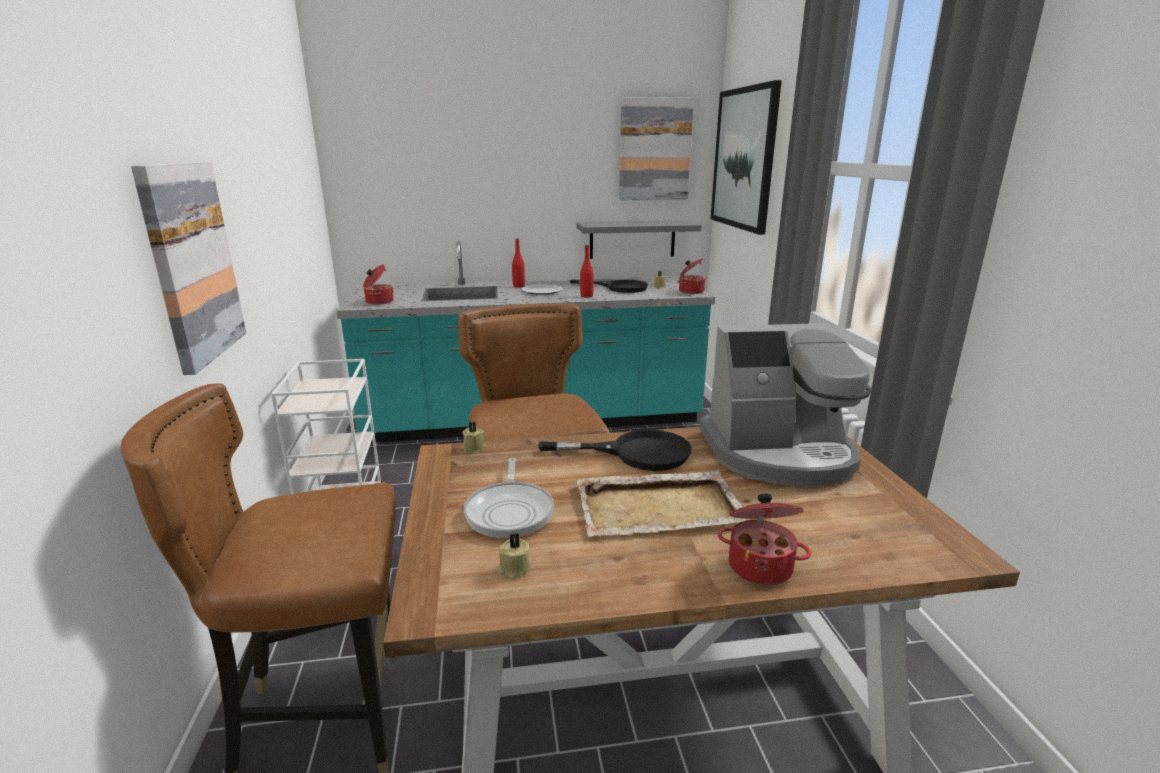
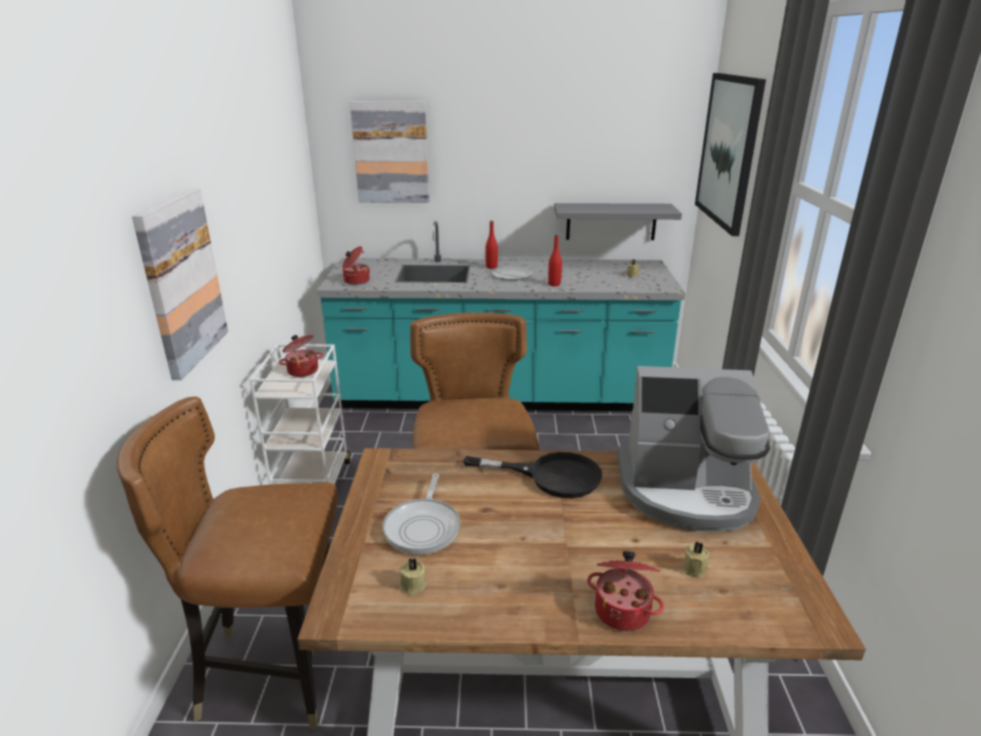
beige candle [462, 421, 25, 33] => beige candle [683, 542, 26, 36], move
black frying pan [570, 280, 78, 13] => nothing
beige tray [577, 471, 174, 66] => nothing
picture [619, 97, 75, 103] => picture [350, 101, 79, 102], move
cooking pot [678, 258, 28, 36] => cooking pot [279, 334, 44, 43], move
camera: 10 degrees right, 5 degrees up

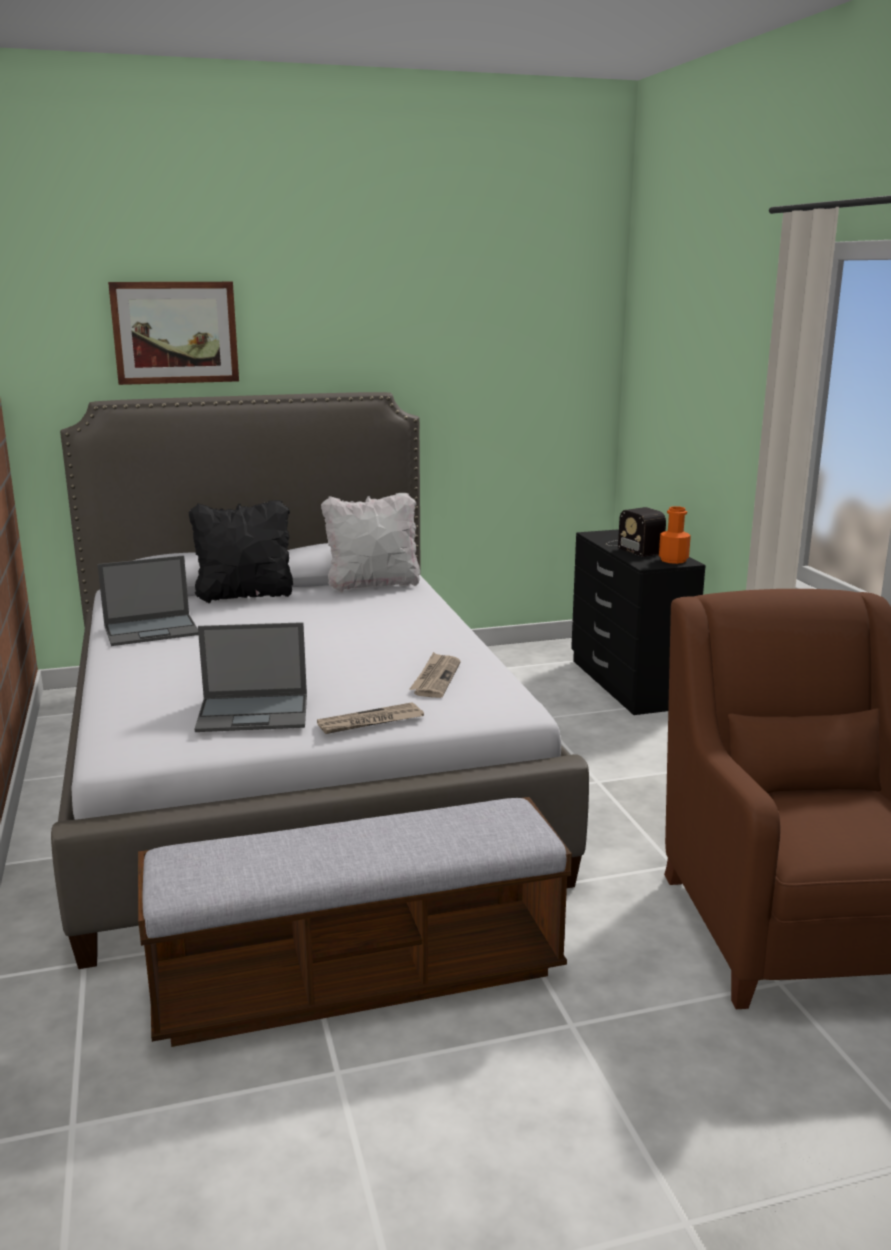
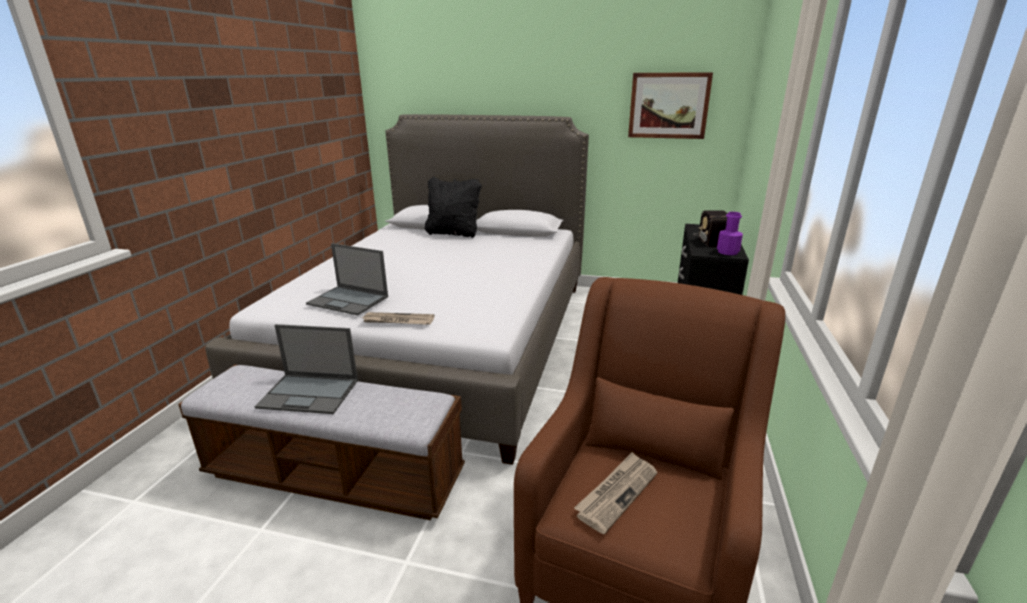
laptop [97, 555, 101, 91] => laptop [255, 324, 103, 90], move
picture [108, 282, 131, 103] => picture [628, 72, 85, 67], move
white pillow [321, 493, 99, 100] => nothing
newspaper [409, 652, 51, 46] => newspaper [574, 452, 84, 82], move
orange bottle [659, 506, 32, 58] => purple bottle [717, 212, 26, 43]
camera: 30 degrees right, 5 degrees up

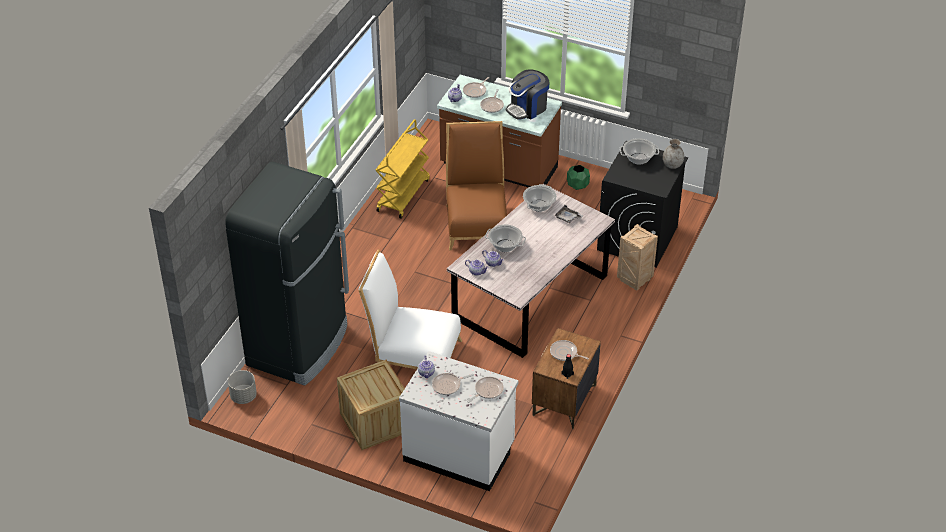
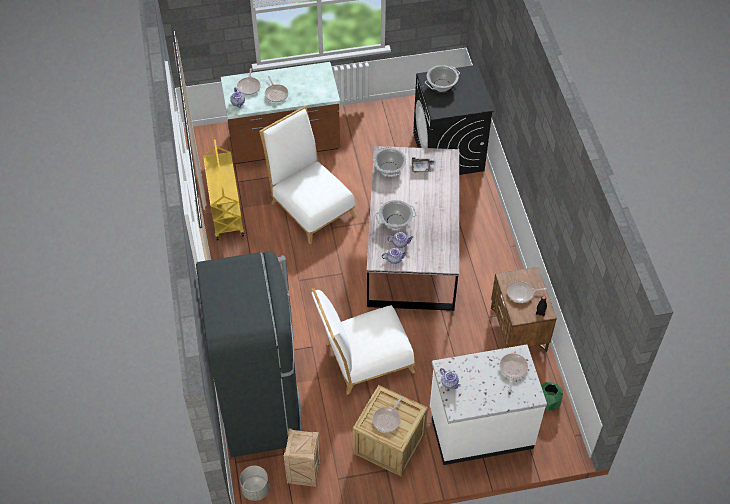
frying pan [432, 373, 42, 22] => frying pan [372, 397, 30, 36], move
brown chair [446, 121, 61, 129] => white chair [259, 106, 97, 138]
coffee machine [506, 69, 44, 51] => nothing
green planter [567, 165, 23, 25] => green planter [541, 382, 22, 29], move
crate [617, 224, 41, 67] => crate [284, 428, 37, 59], move
grey vase [663, 139, 21, 30] => nothing
camera: 35 degrees left, 10 degrees up

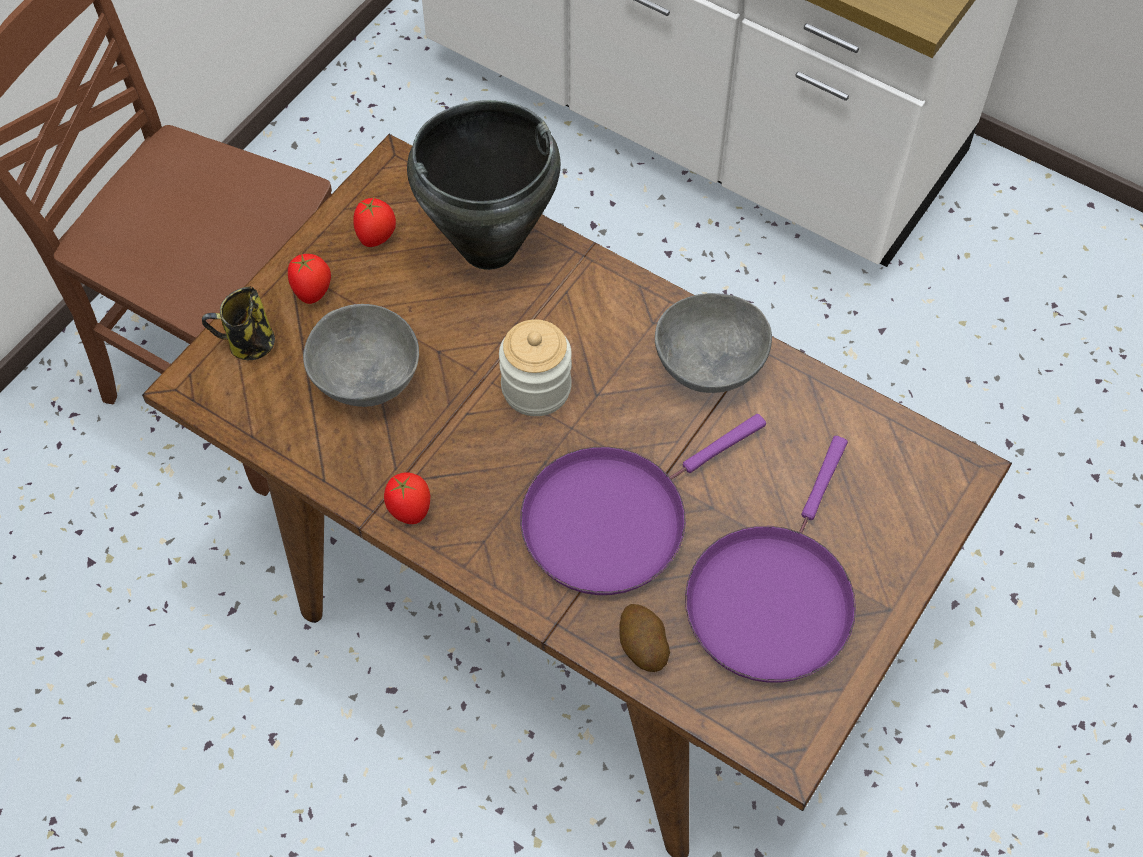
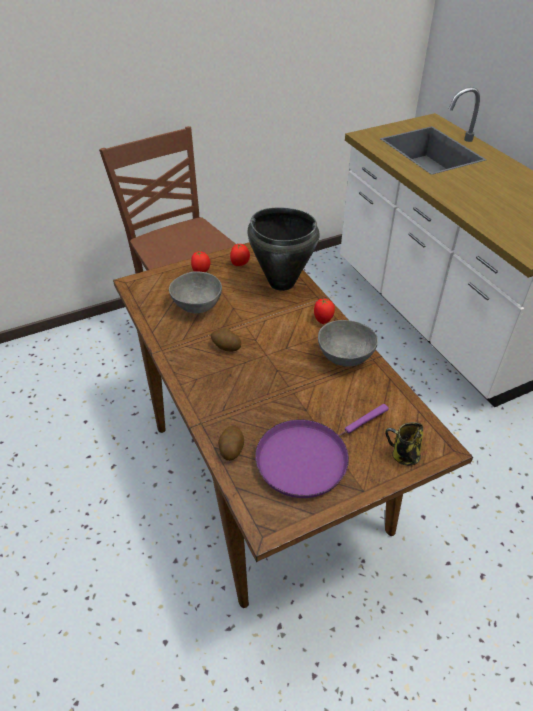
mug [202, 286, 73, 74] => mug [385, 422, 38, 44], move
tomato [384, 473, 46, 51] => tomato [314, 298, 21, 26], move
jar [499, 319, 73, 97] => nothing
purple frying pan [520, 414, 246, 181] => nothing
nothing => potato [211, 328, 30, 24]
camera: 30 degrees right, 15 degrees down

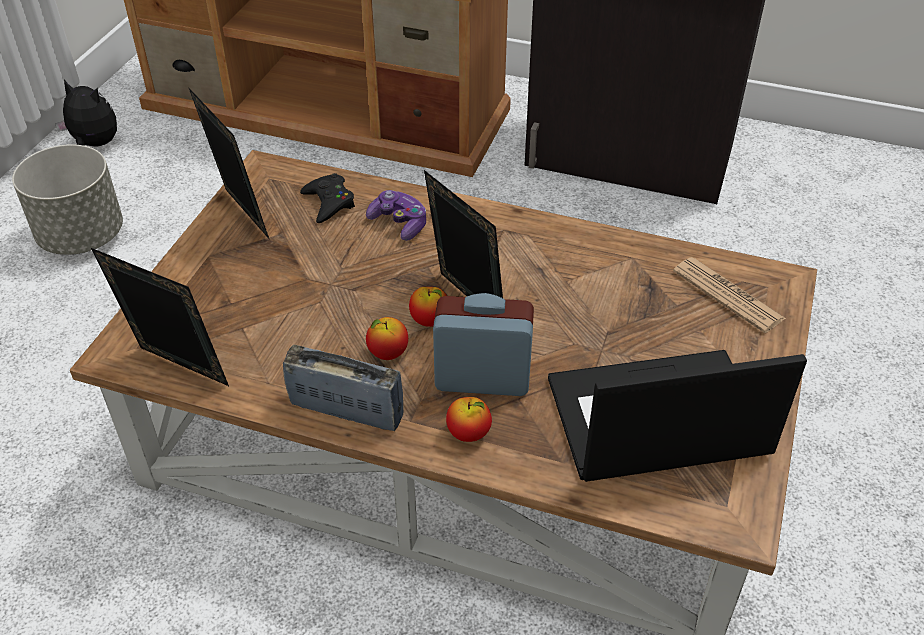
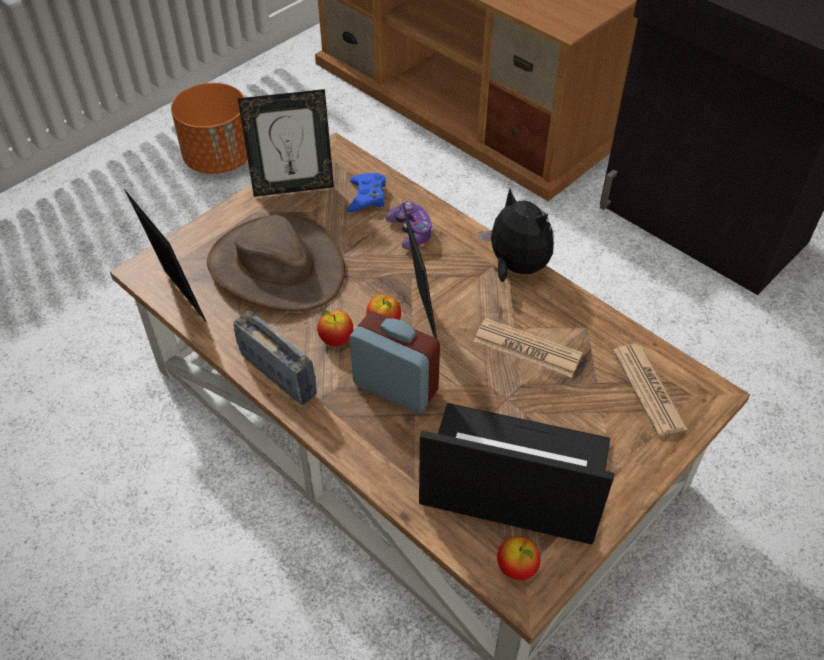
grey planter [12, 144, 111, 111] => orange planter [171, 83, 77, 91]
plush toy [55, 80, 62, 67] => plush toy [479, 189, 75, 93], move
picture frame [188, 87, 81, 152] => picture frame [238, 89, 96, 108], 90 degrees clockwise
black game controller [300, 173, 55, 50] => blue game controller [347, 173, 39, 39]
apple [446, 397, 46, 45] => apple [497, 536, 43, 44], move
nothing => brown hat [207, 214, 138, 98]
nothing => newspaper [474, 318, 109, 60]
camera: 25 degrees right, 5 degrees up

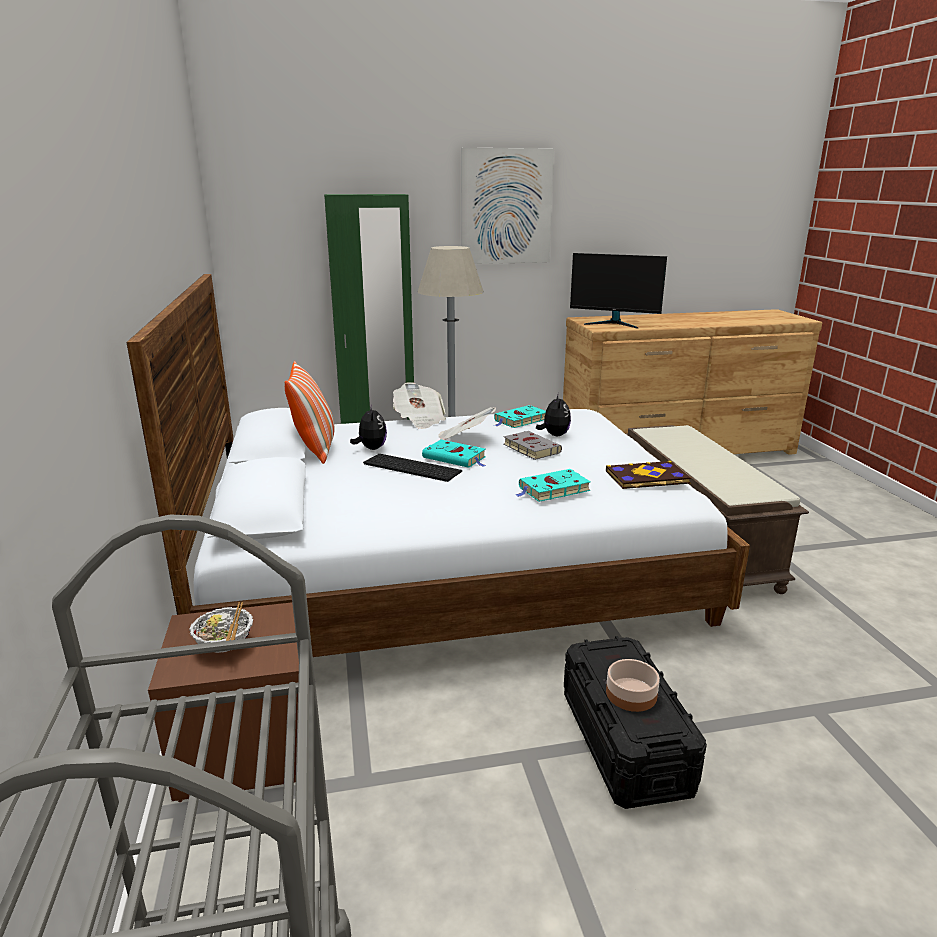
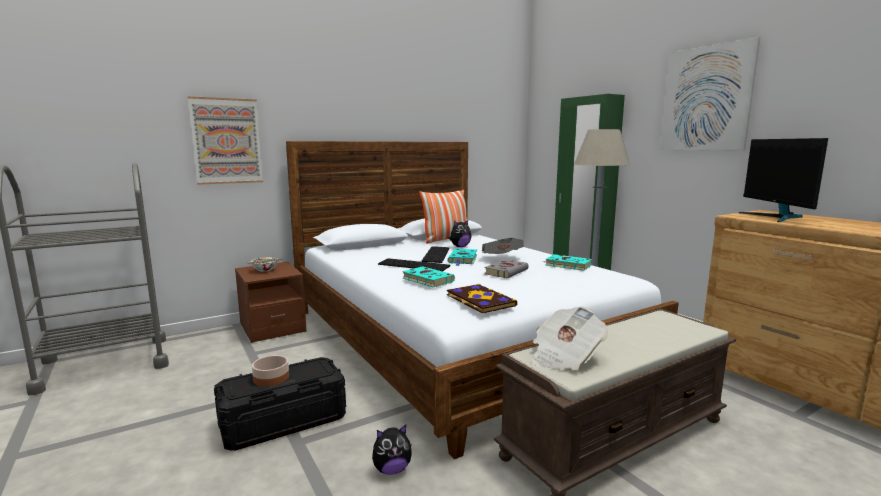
newspaper [393, 382, 53, 47] => newspaper [531, 307, 77, 63], move
plush toy [536, 393, 35, 43] => plush toy [372, 425, 40, 50], move
nothing => picture [188, 96, 75, 89]
nothing => keyboard [378, 258, 72, 13]
camera: 70 degrees right, 10 degrees down

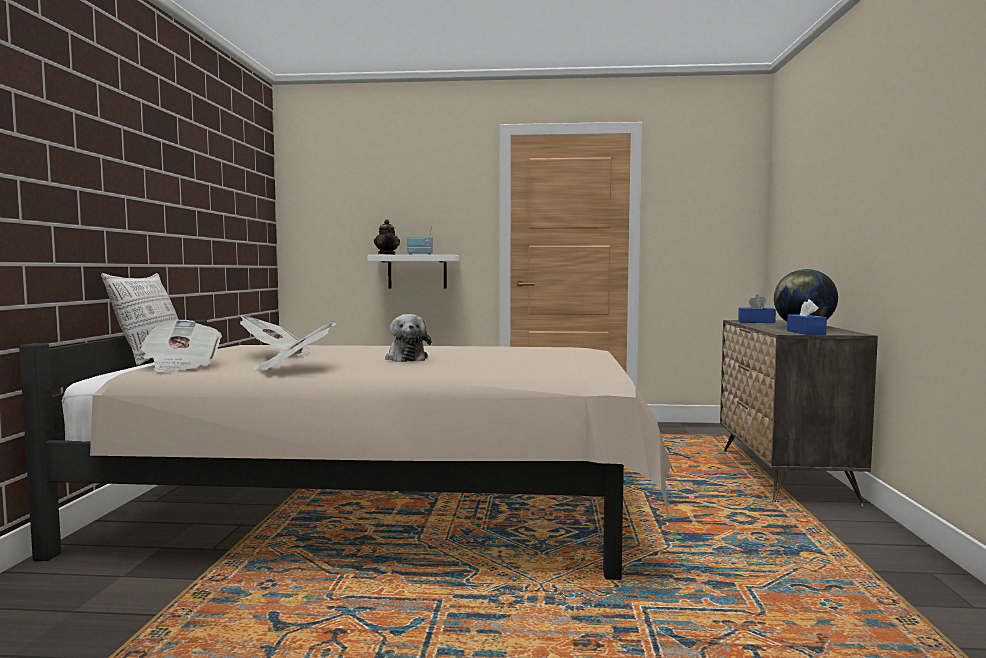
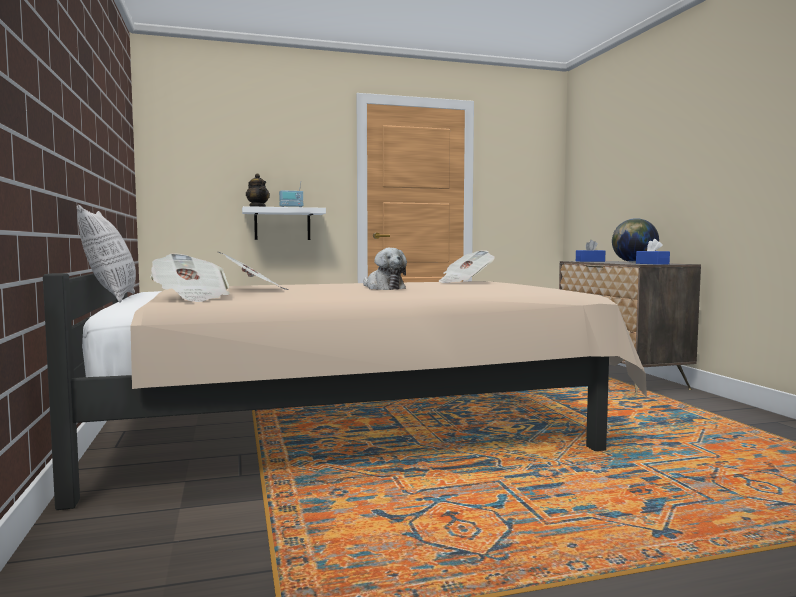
newspaper [252, 322, 84, 49] => newspaper [439, 250, 56, 33], move
camera: 20 degrees left, 0 degrees up

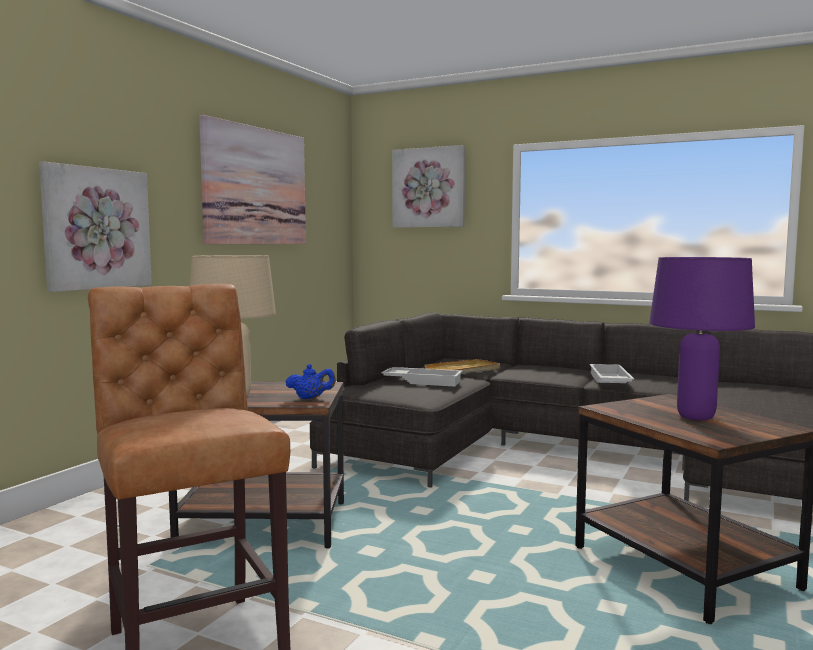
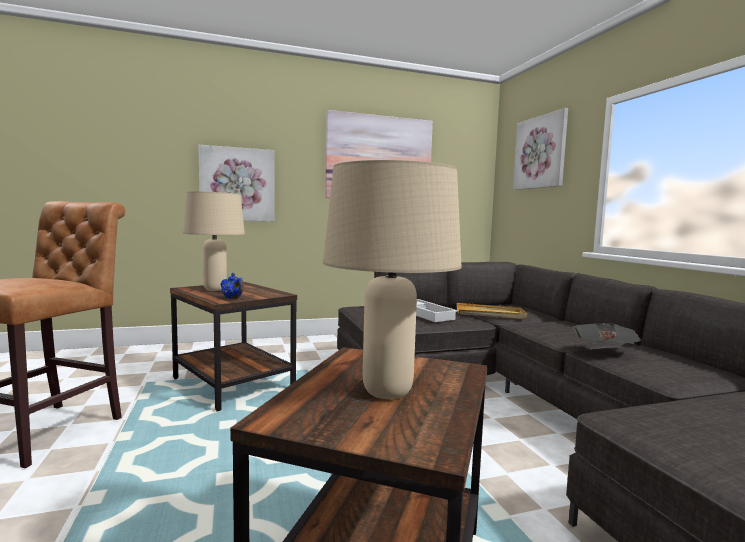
white tray [590, 364, 44, 19] => newspaper [572, 323, 69, 23]
purple table lamp [649, 257, 106, 163] => beige table lamp [323, 160, 139, 239]
camera: 45 degrees right, 0 degrees up

